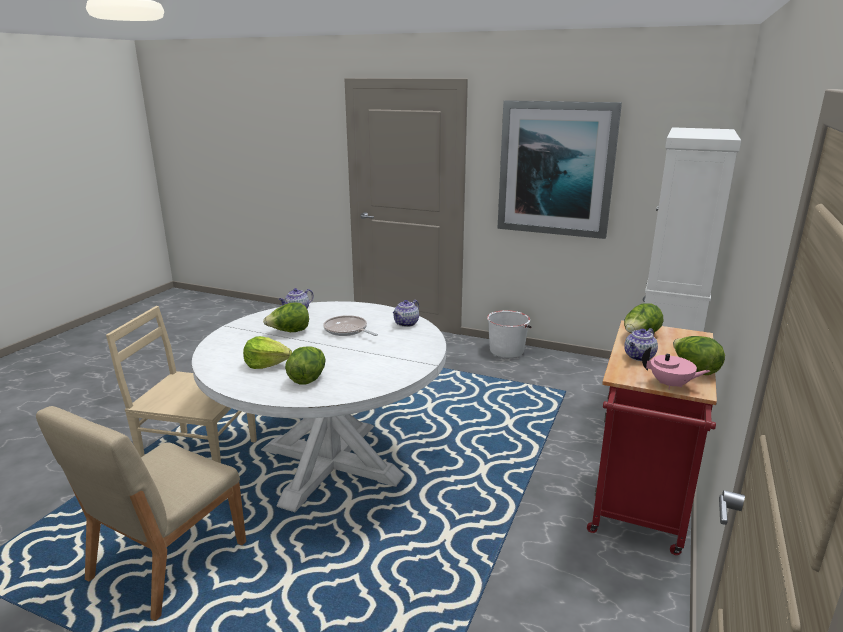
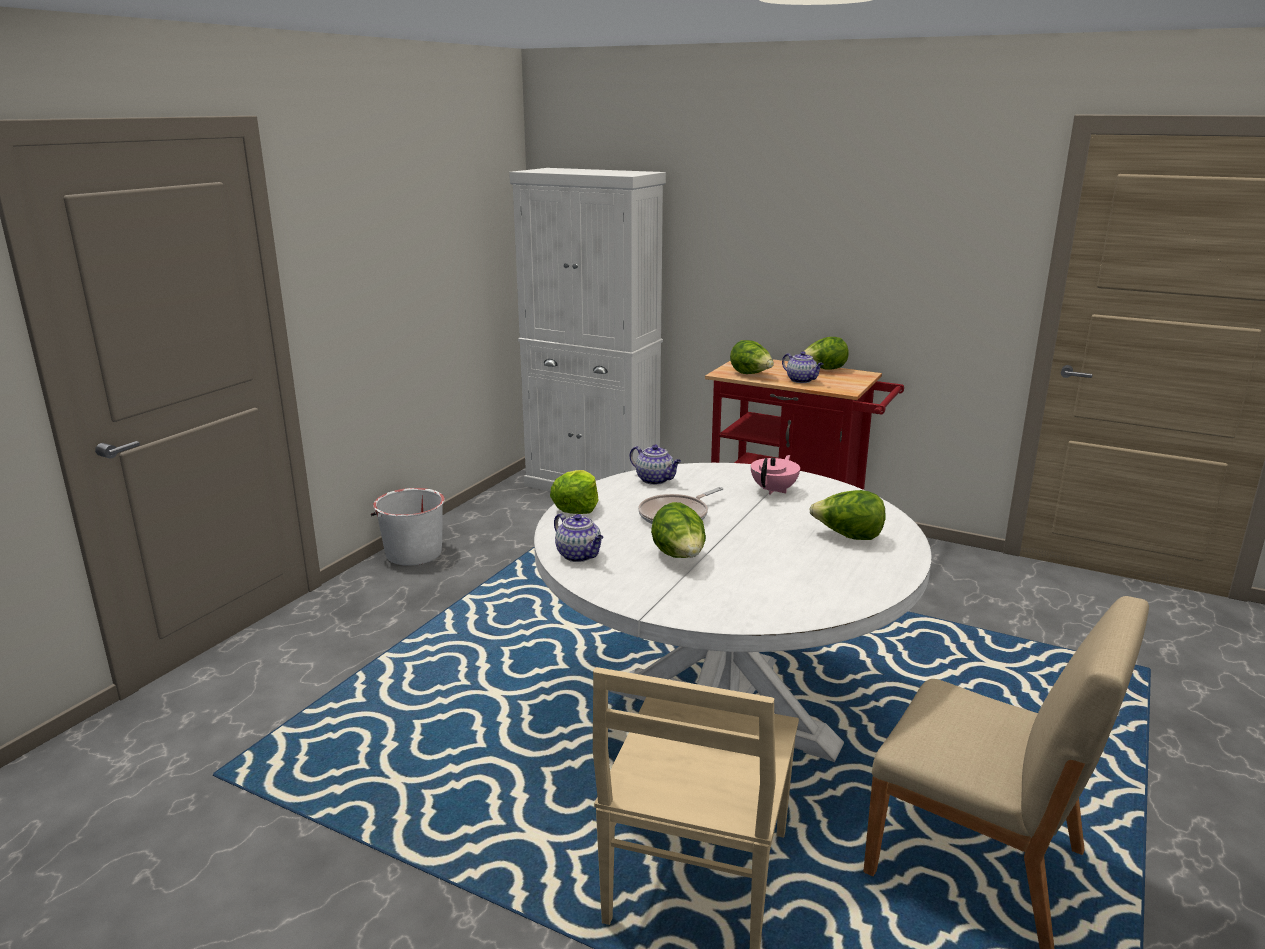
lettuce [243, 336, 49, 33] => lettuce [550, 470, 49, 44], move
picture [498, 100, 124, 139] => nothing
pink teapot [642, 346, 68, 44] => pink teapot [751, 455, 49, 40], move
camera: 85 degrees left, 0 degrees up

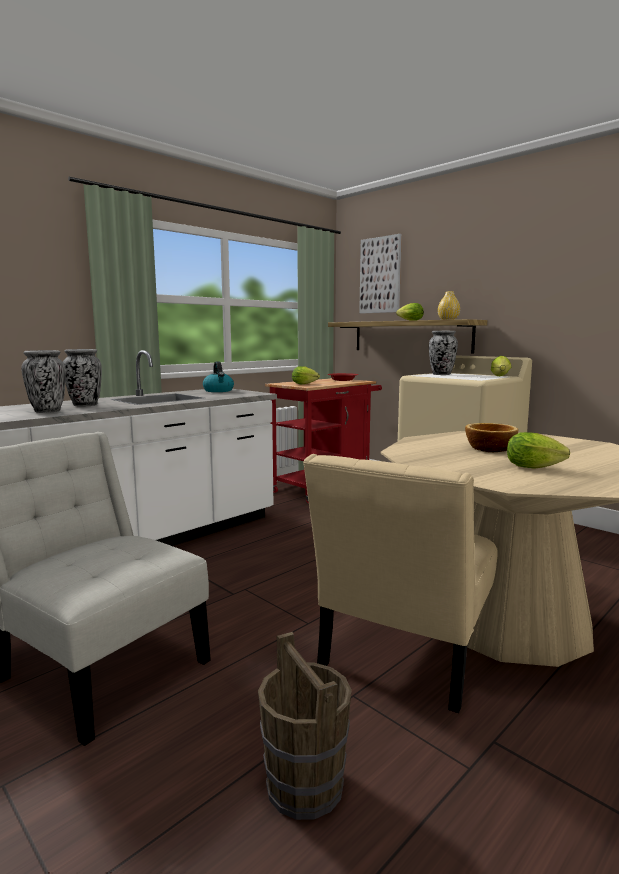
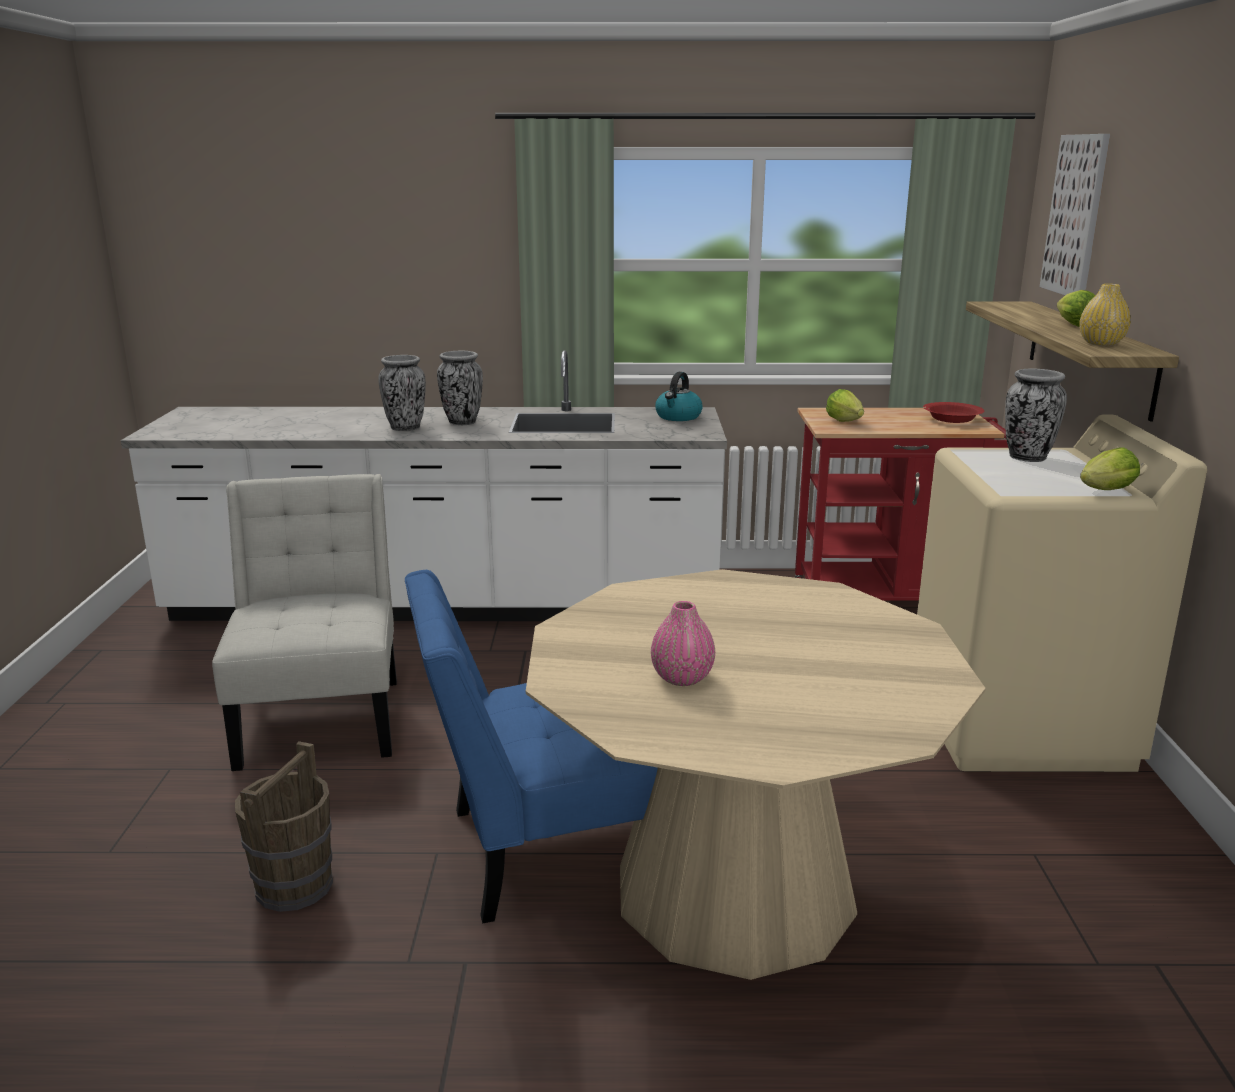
beige chair [303, 454, 195, 259] => blue chair [405, 570, 252, 353]
bowl [465, 423, 53, 29] => nothing
lettuce [507, 432, 63, 37] => pink vase [651, 601, 64, 85]
camera: 45 degrees right, 10 degrees up

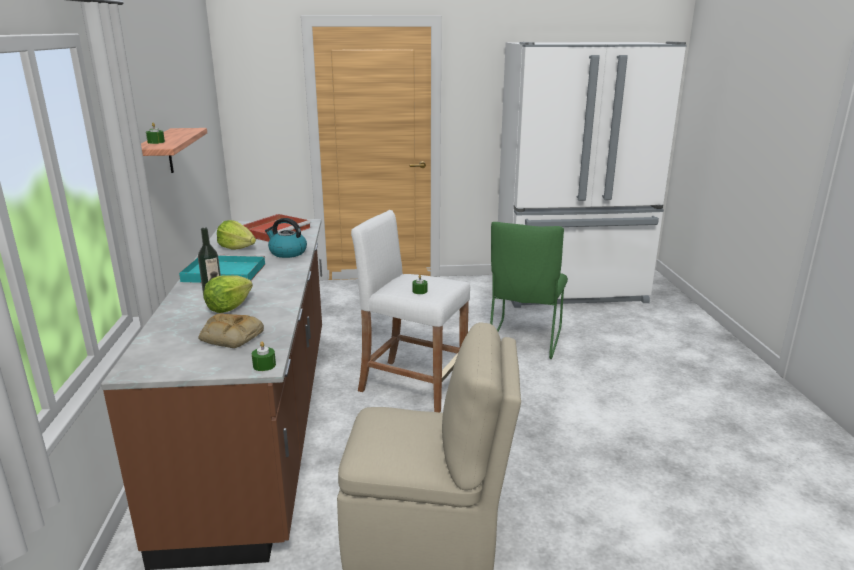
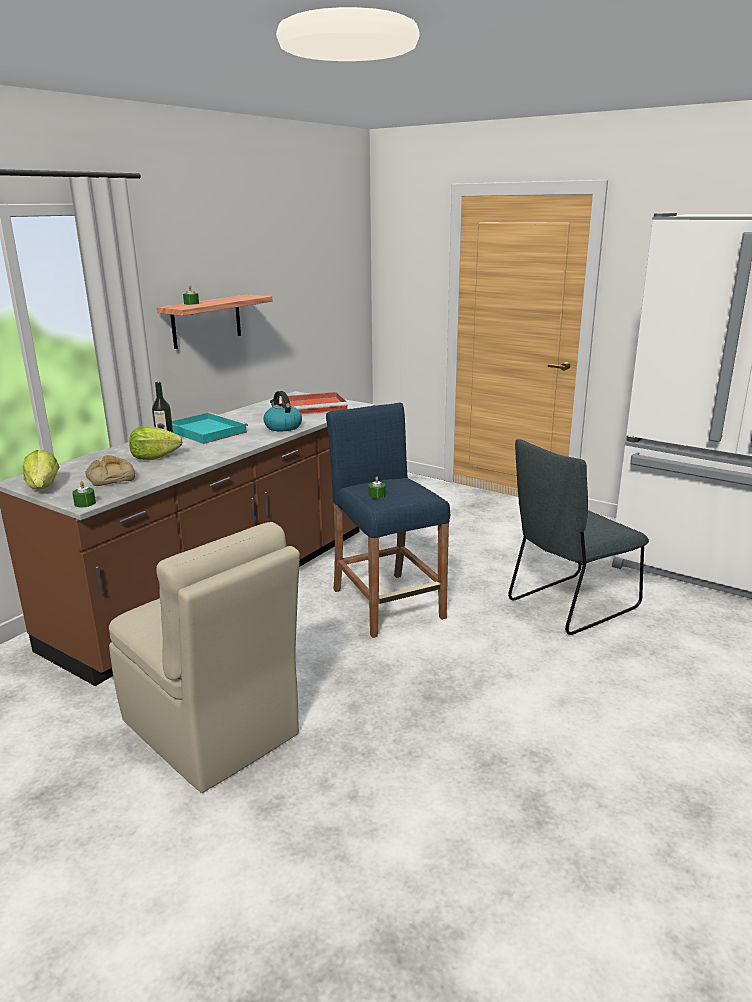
lettuce [217, 220, 39, 30] => lettuce [23, 450, 36, 40], move
white stool [351, 210, 119, 202] => blue stool [326, 402, 124, 236]
green chair [490, 222, 78, 137] => grey chair [508, 439, 141, 196]
camera: 40 degrees right, 0 degrees up

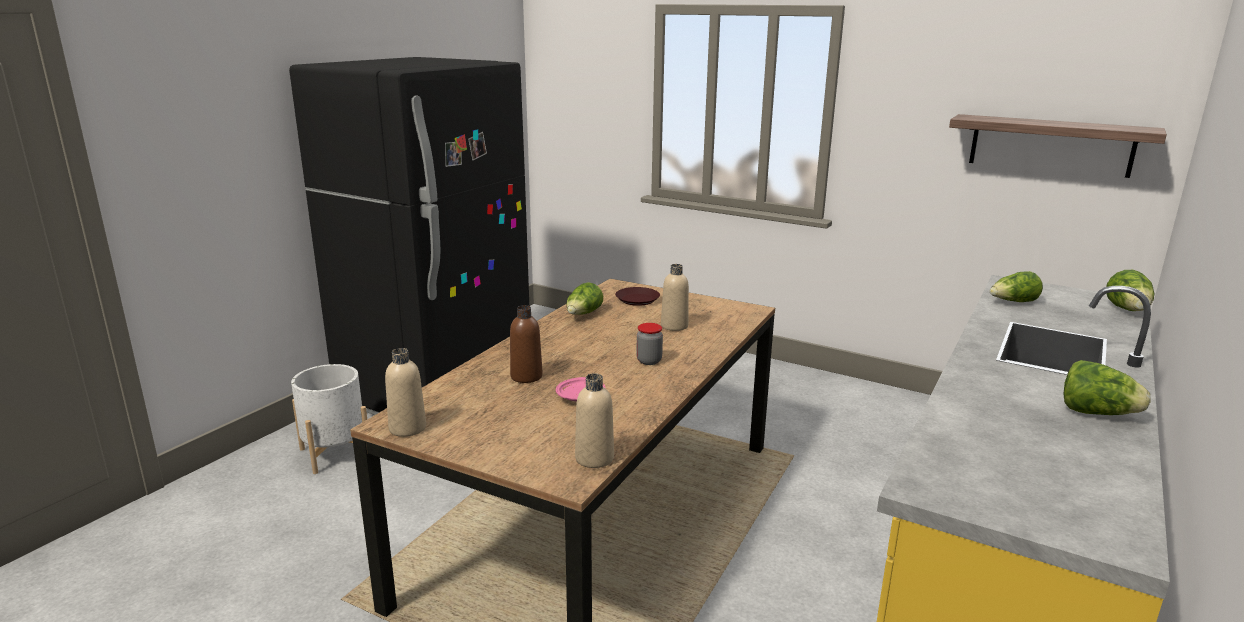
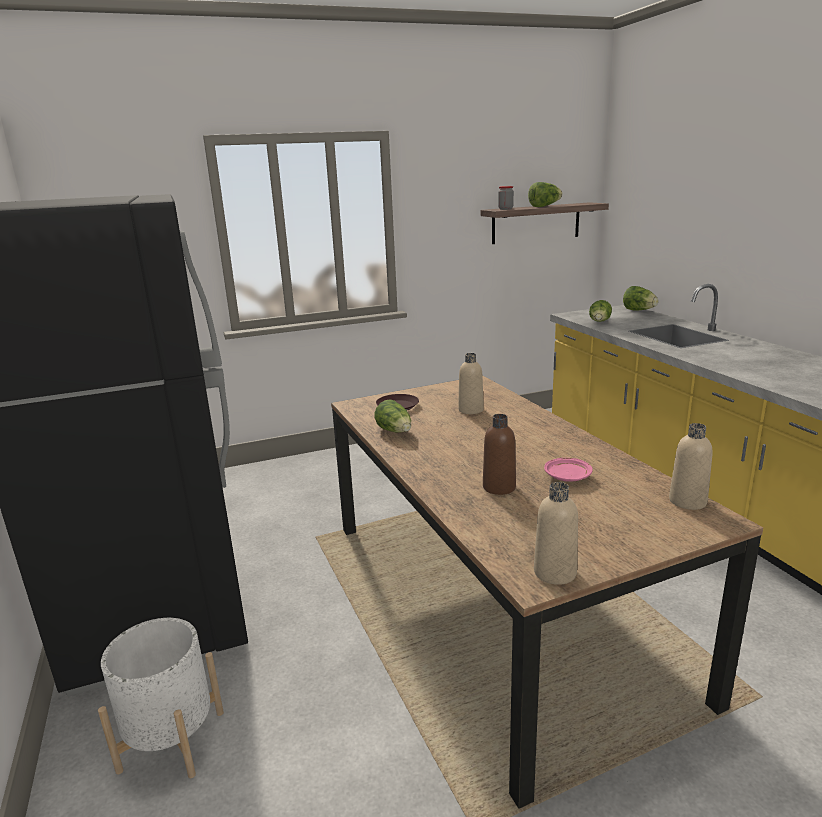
jar [636, 323, 27, 42] => jar [498, 186, 16, 24], move
lettuce [1063, 360, 88, 55] => lettuce [528, 182, 34, 25], move
camera: 50 degrees left, 0 degrees up

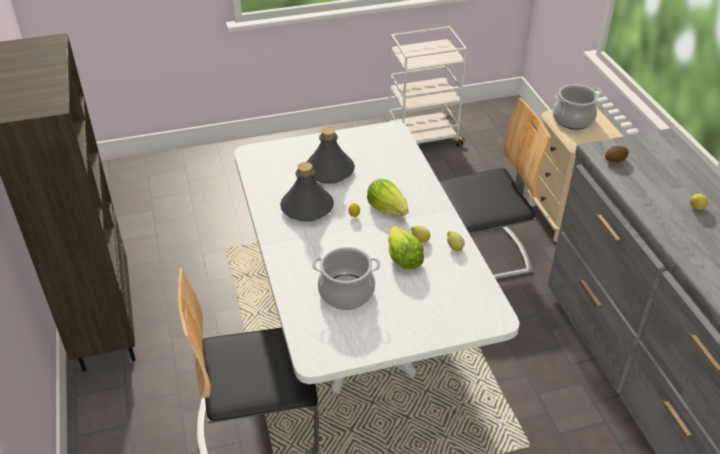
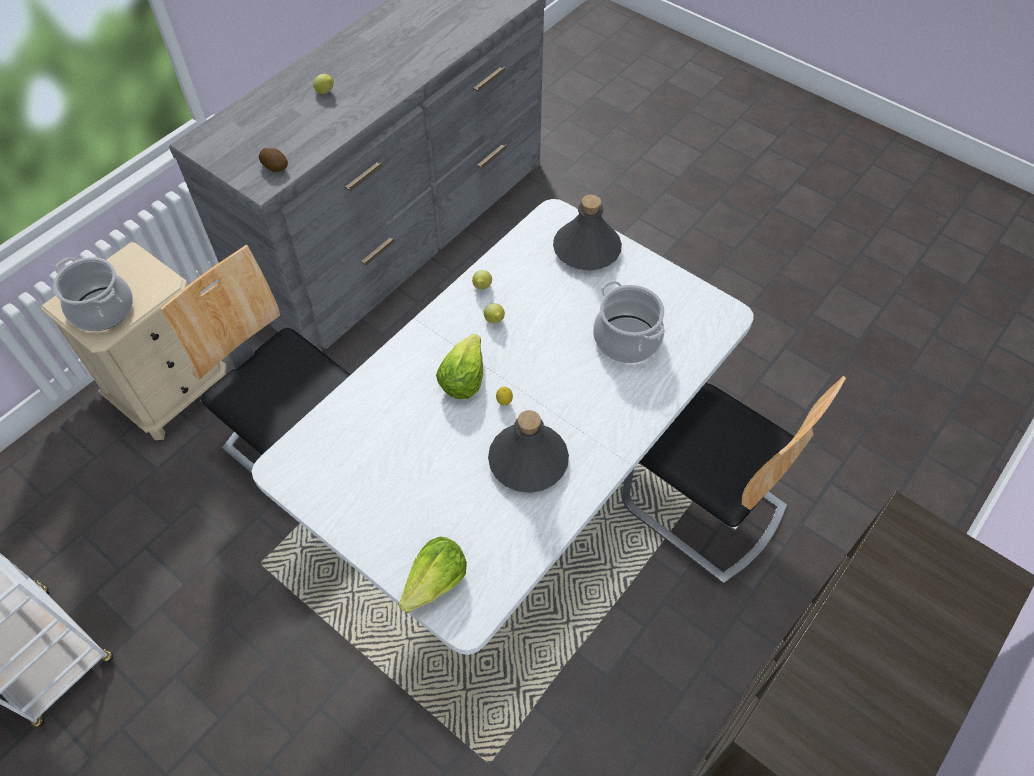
grey bottle [306, 127, 49, 57] => grey bottle [553, 194, 69, 77], move
lettuce [388, 226, 36, 43] => lettuce [398, 537, 69, 76], move
camera: 125 degrees left, 15 degrees up

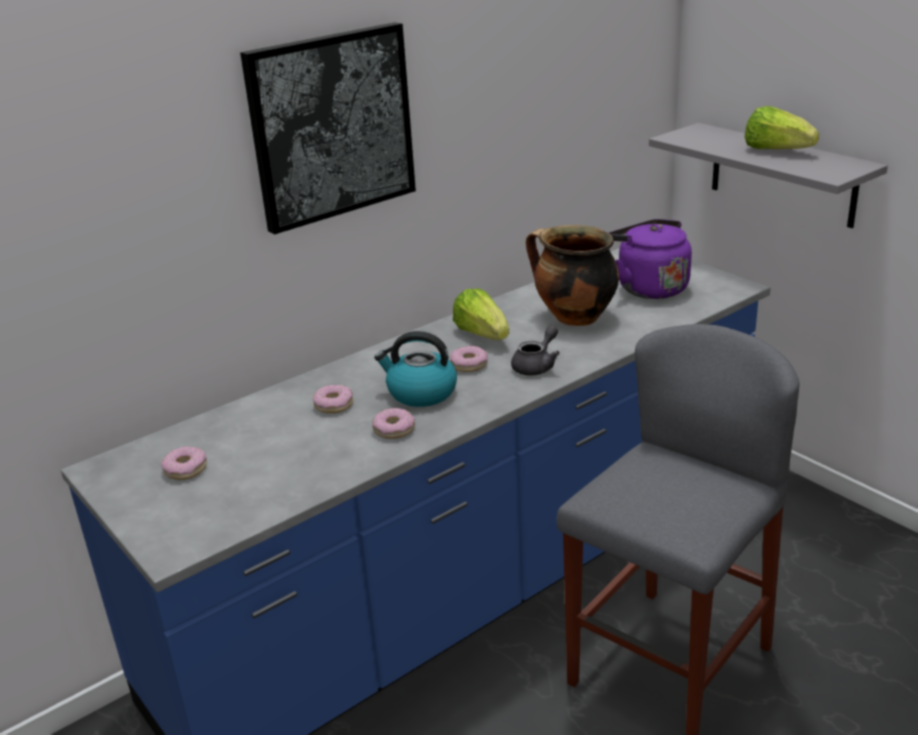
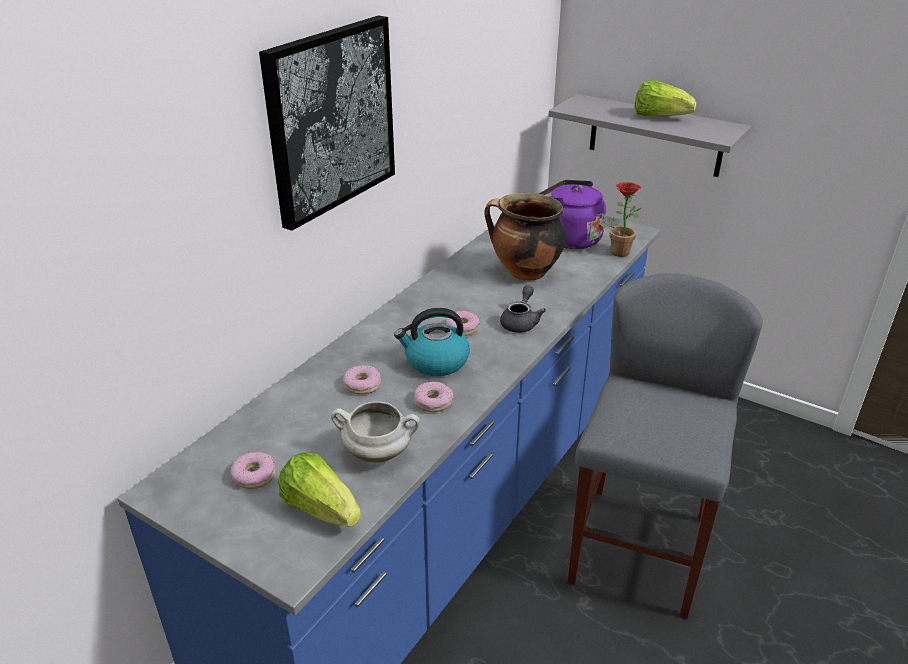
lettuce [453, 288, 56, 52] => lettuce [278, 453, 83, 74], move
nothing => white cooking pot [331, 401, 89, 62]
nothing => potted plant [600, 182, 42, 75]
camera: 20 degrees left, 5 degrees up

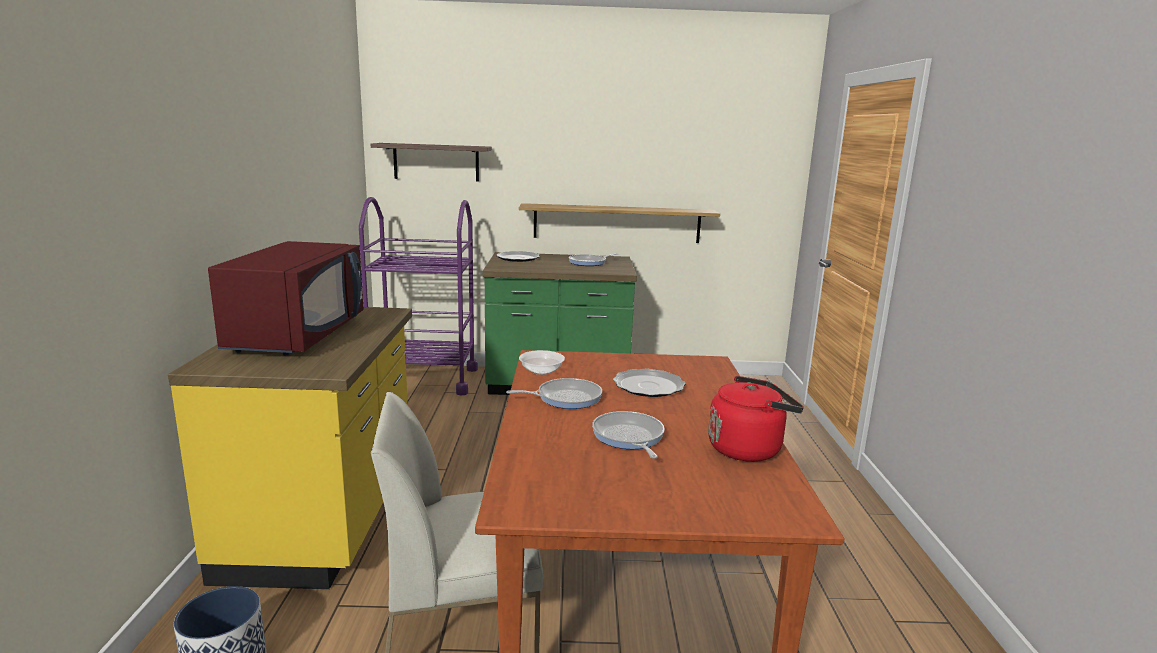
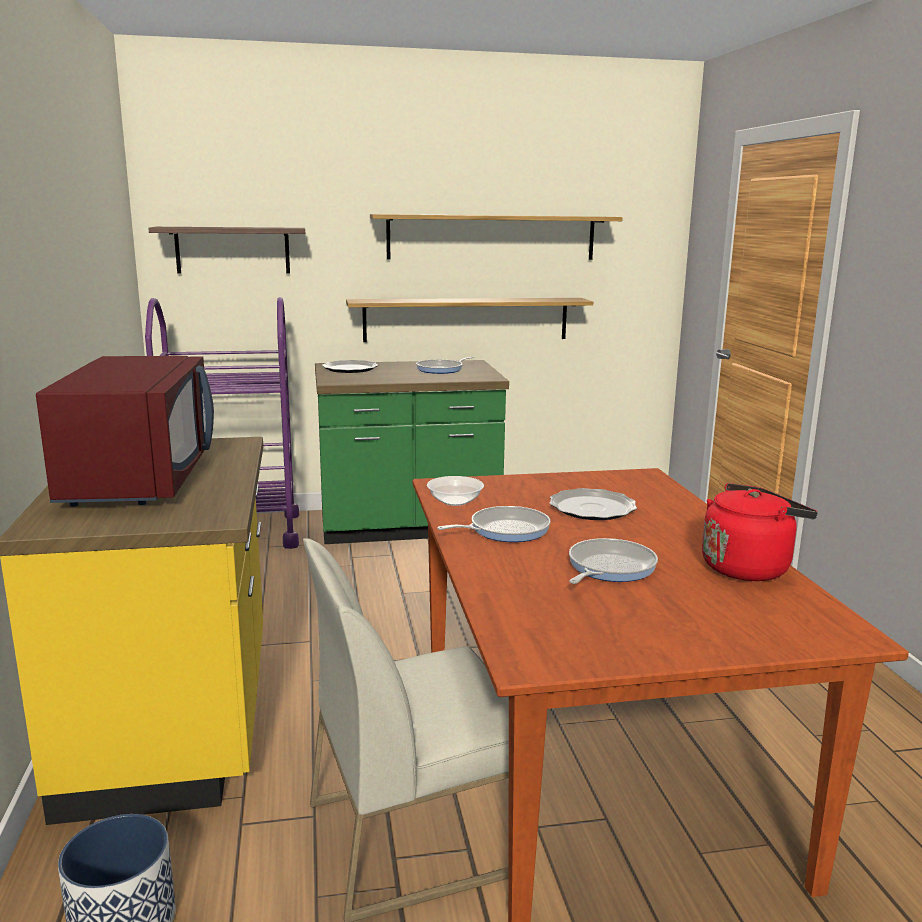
frying pan [592, 411, 73, 48] => frying pan [569, 538, 89, 46], 60 degrees clockwise
nothing => shelf [370, 214, 253, 46]
camera: 10 degrees left, 0 degrees up

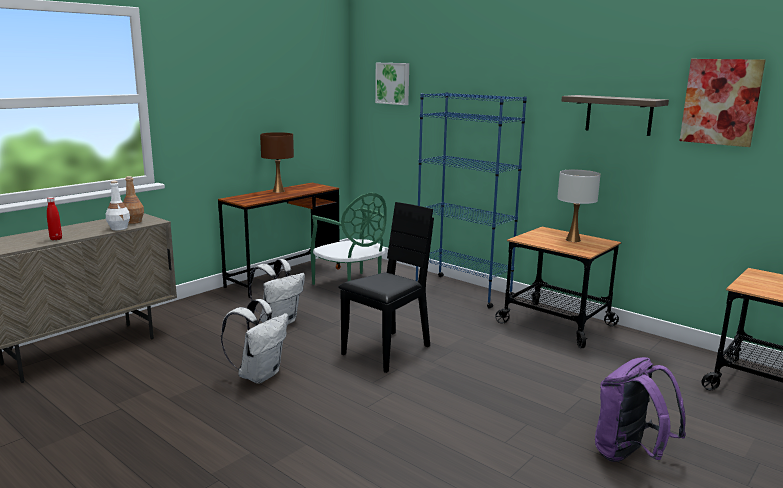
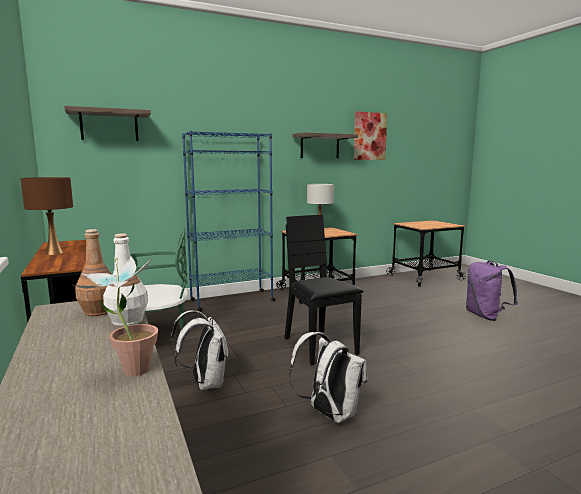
red bottle [47, 197, 15, 43] => potted plant [74, 256, 84, 120]
picture [375, 63, 34, 42] => shelf [64, 106, 87, 35]
camera: 65 degrees left, 5 degrees down

